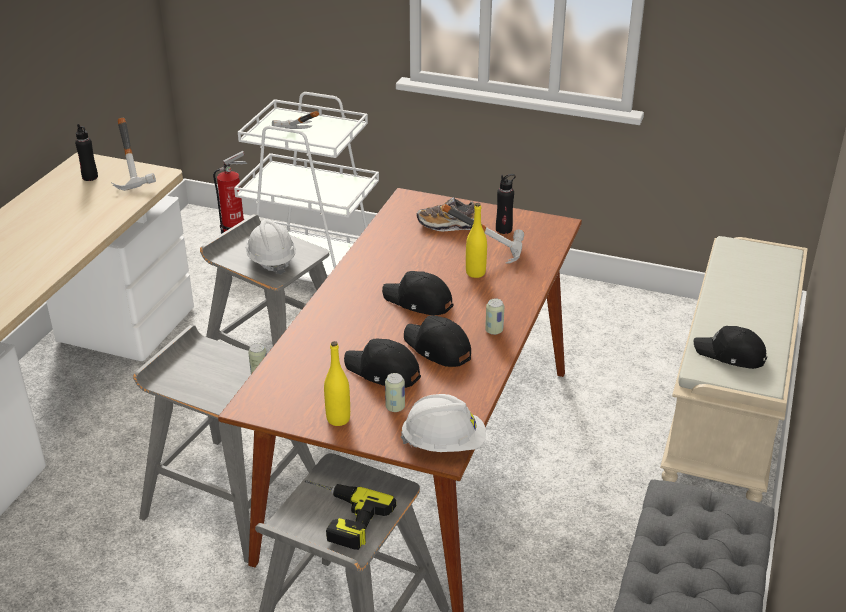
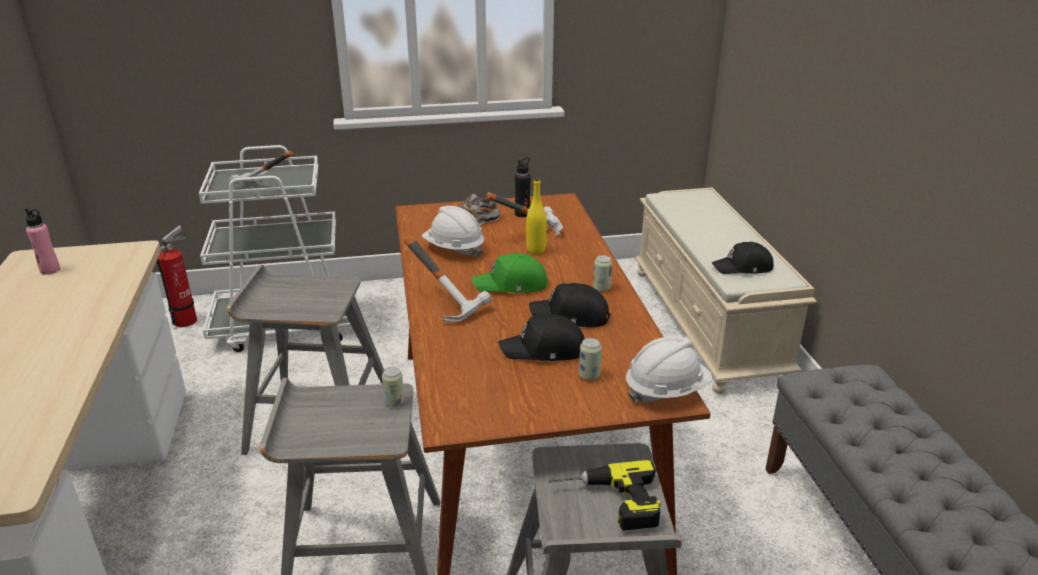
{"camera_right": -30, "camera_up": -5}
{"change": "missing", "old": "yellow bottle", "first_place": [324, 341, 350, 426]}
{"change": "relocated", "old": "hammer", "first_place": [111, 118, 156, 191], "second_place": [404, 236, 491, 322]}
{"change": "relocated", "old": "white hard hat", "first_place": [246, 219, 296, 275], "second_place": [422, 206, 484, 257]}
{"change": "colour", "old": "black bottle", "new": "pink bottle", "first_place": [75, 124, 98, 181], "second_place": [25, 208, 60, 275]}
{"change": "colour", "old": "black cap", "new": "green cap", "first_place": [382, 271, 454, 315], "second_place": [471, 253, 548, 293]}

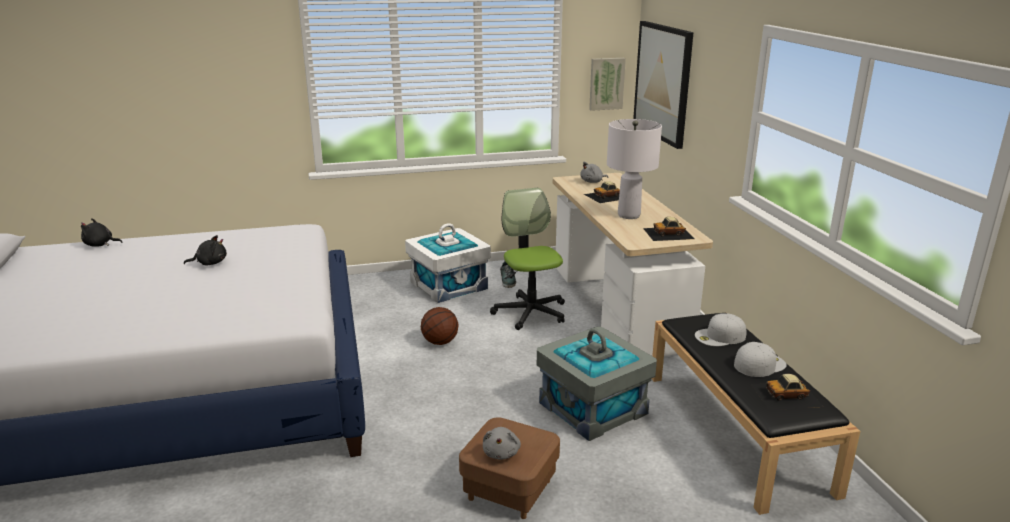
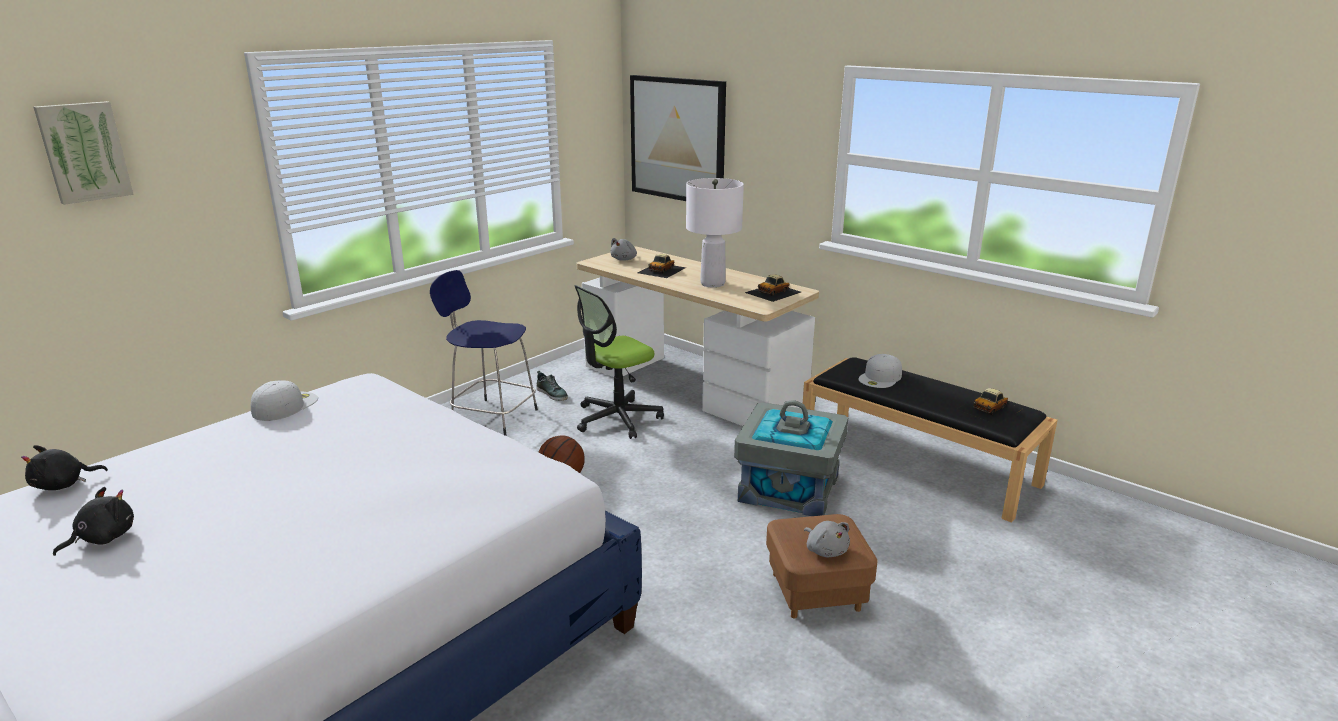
{"camera_right": -35, "camera_up": 0}
{"change": "relocated", "old": "black plush toy", "first_place": [184, 235, 227, 266], "second_place": [53, 487, 134, 556]}
{"change": "relocated", "old": "picture", "first_place": [589, 58, 626, 111], "second_place": [33, 101, 134, 205]}
{"change": "relocated", "old": "white cap", "first_place": [734, 342, 787, 377], "second_place": [251, 380, 318, 421]}
{"change": "exchanged", "old": "white storage box", "new": "blue stool", "first_place": [405, 223, 491, 303], "second_place": [430, 270, 538, 436]}
{"change": "spun", "old": "office chair", "first_place": [490, 188, 565, 330], "second_place": [574, 285, 664, 439], "degrees": -75}

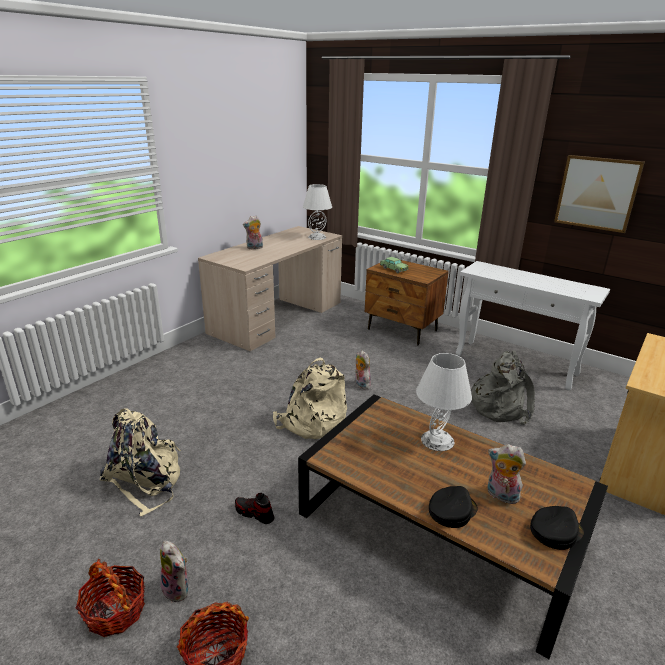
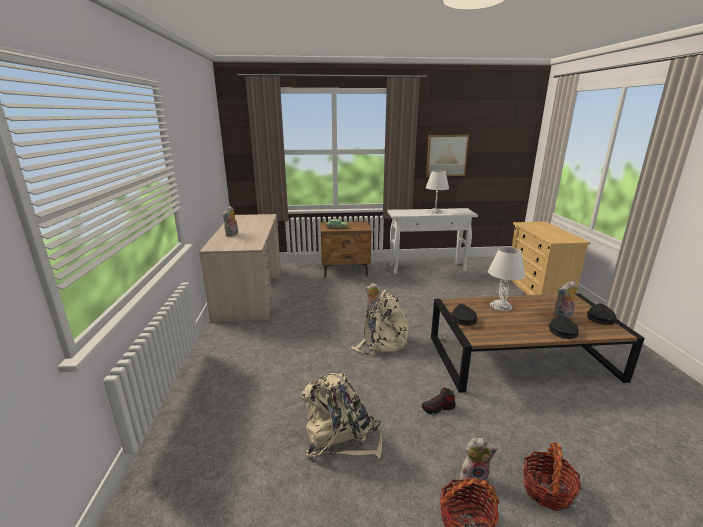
{"camera_right": -40, "camera_up": -5}
{"change": "missing", "old": "grey backpack", "first_place": [471, 350, 535, 425]}
{"change": "appeared", "new": "black cap", "second_place": [450, 304, 477, 326]}
{"change": "relocated", "old": "white table lamp", "first_place": [303, 184, 332, 240], "second_place": [426, 171, 449, 214]}

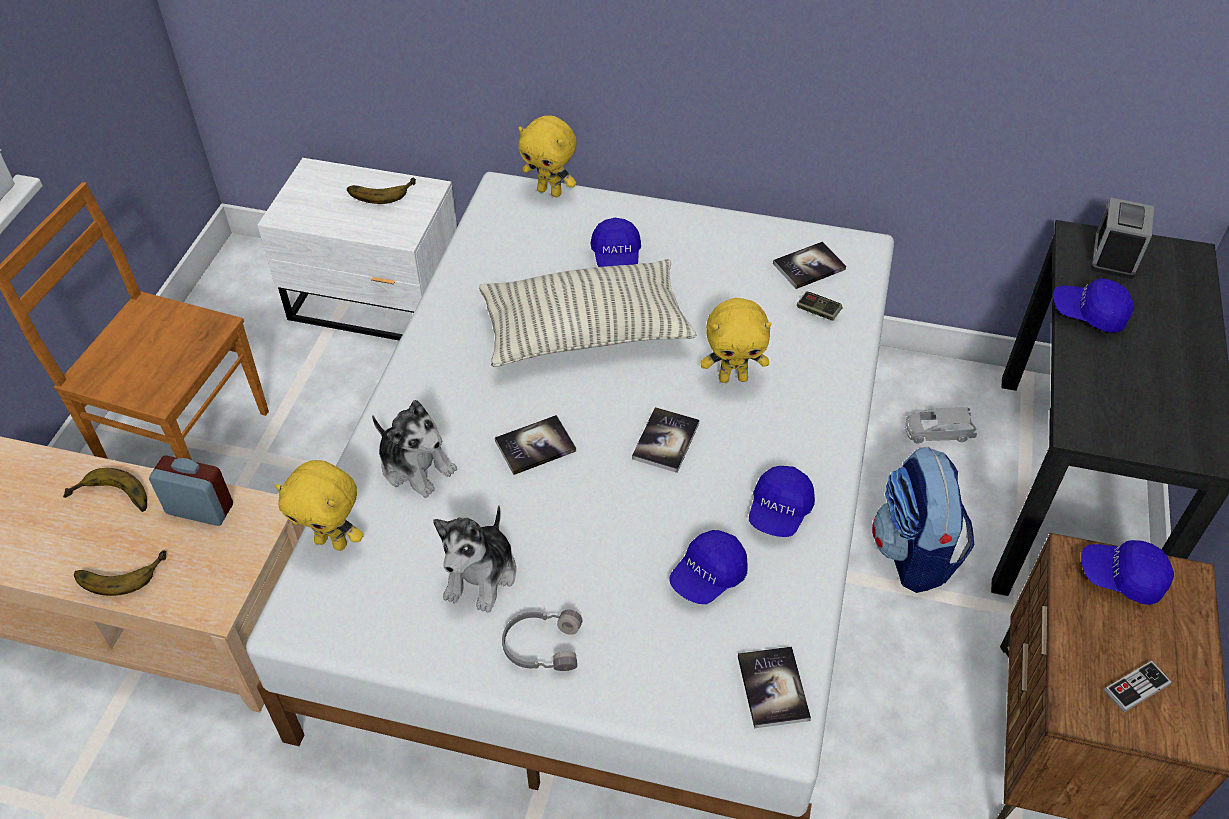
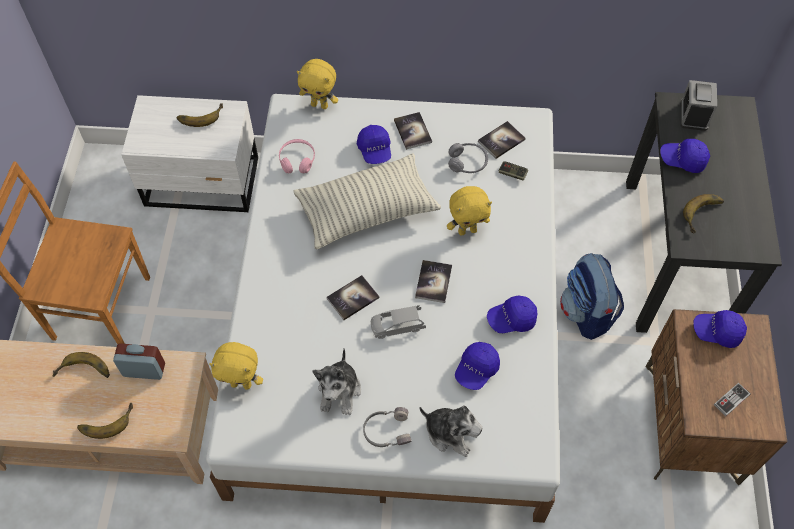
{"camera_right": -10, "camera_up": 10}
{"change": "appeared", "new": "pink headphones", "second_place": [279, 139, 315, 174]}
{"change": "appeared", "new": "grey headphones", "second_place": [448, 143, 488, 173]}
{"change": "appeared", "new": "banana", "second_place": [683, 194, 724, 234]}
{"change": "relocated", "old": "plush toy", "first_place": [372, 400, 457, 498], "second_place": [419, 405, 482, 457]}
{"change": "relocated", "old": "book", "first_place": [738, 647, 811, 728], "second_place": [394, 112, 432, 150]}
{"change": "relocated", "old": "grey toy car", "first_place": [905, 408, 977, 443], "second_place": [371, 305, 426, 339]}
{"change": "spun", "old": "blue cap", "first_place": [749, 466, 815, 537], "second_place": [487, 296, 538, 333], "degrees": 60}

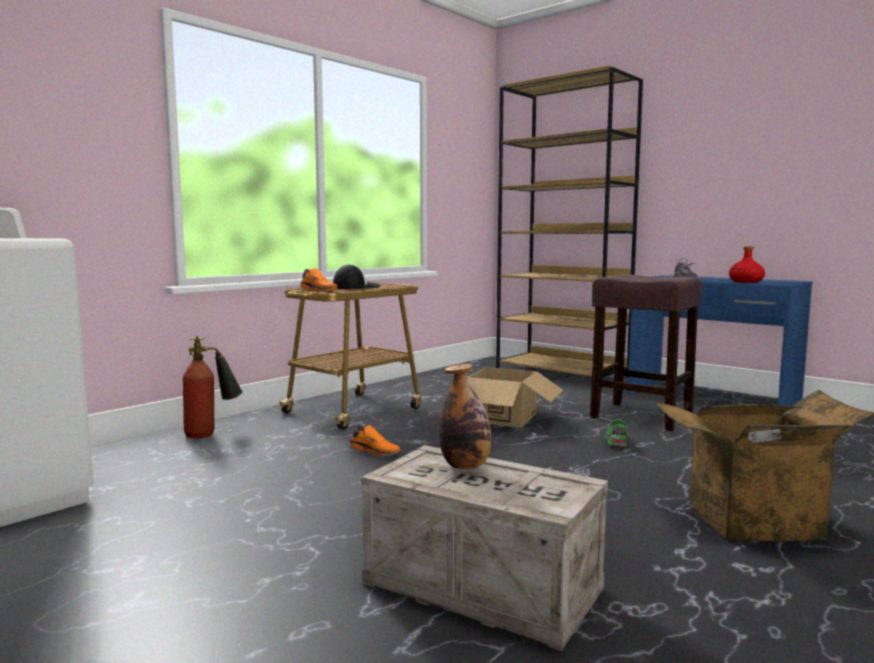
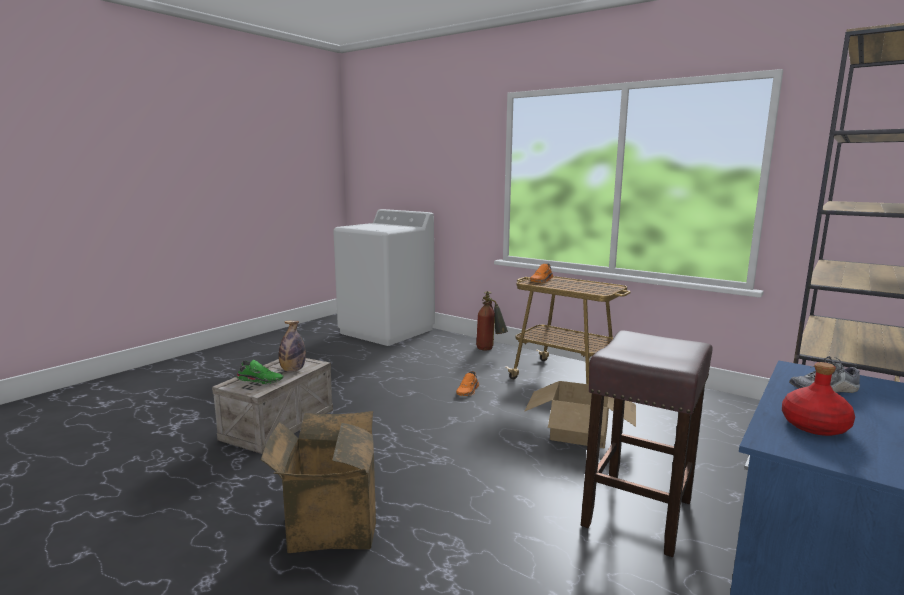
{"camera_right": 85, "camera_up": 5}
{"change": "missing", "old": "cap", "first_place": [333, 264, 381, 289]}
{"change": "relocated", "old": "green shoe", "first_place": [605, 419, 628, 446], "second_place": [237, 360, 284, 384]}

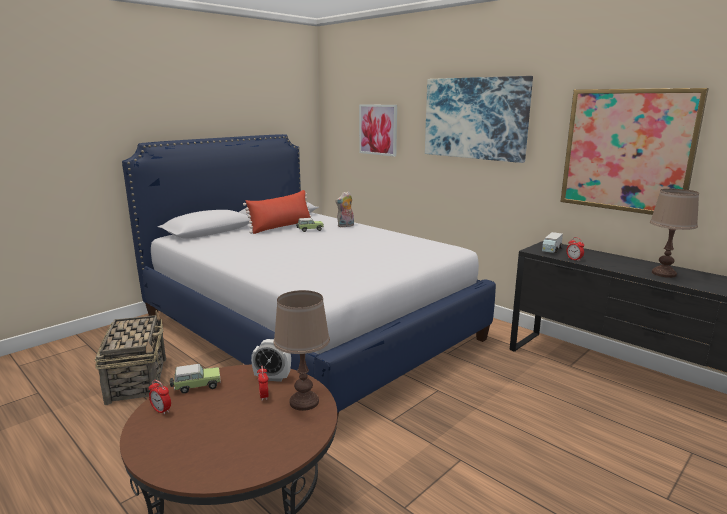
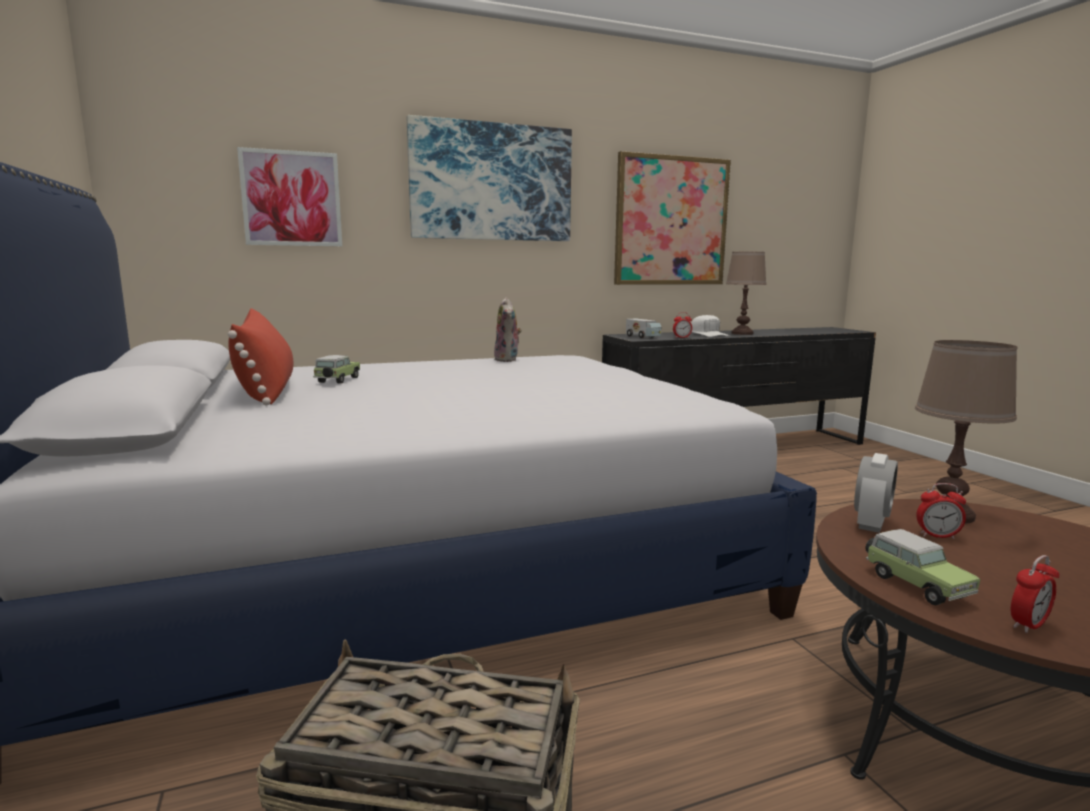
{"camera_right": -65, "camera_up": -5}
{"change": "appeared", "new": "white cap", "second_place": [691, 315, 729, 337]}
{"change": "relocated", "old": "plush toy", "first_place": [335, 191, 354, 227], "second_place": [494, 297, 522, 362]}
{"change": "spun", "old": "toy car", "first_place": [170, 364, 221, 394], "second_place": [865, 529, 980, 605], "degrees": 150}

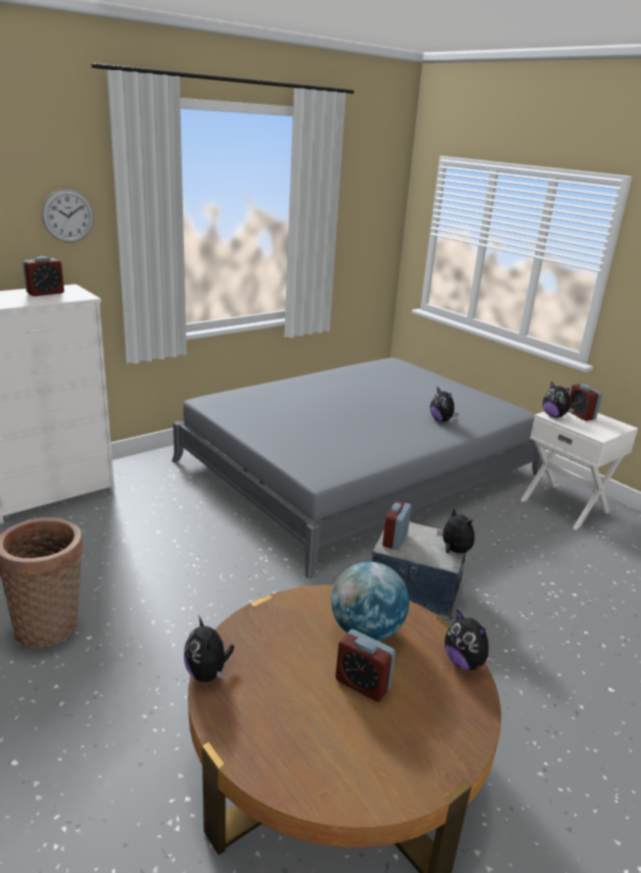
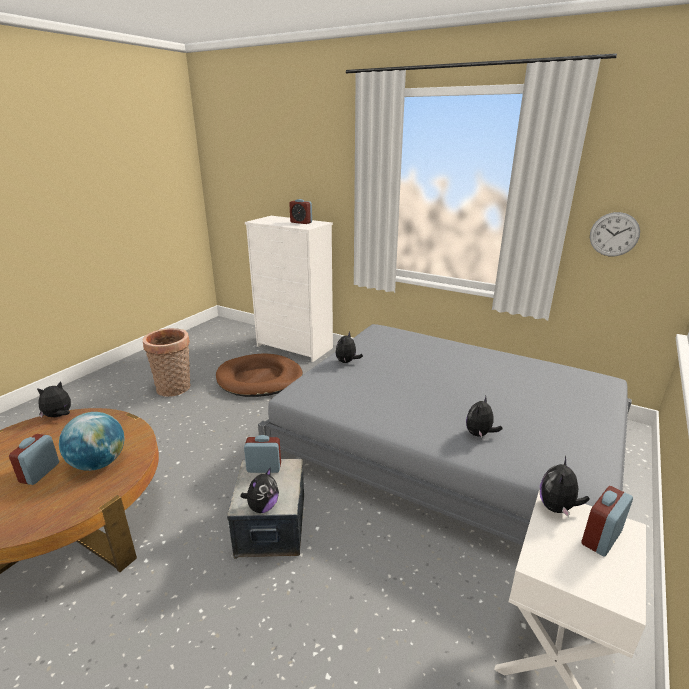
{"camera_right": 70, "camera_up": 0}
{"change": "appeared", "new": "brown dog bed", "second_place": [216, 353, 303, 397]}
{"change": "relocated", "old": "wall clock", "first_place": [42, 189, 94, 243], "second_place": [590, 212, 640, 256]}
{"change": "relocated", "old": "plush toy", "first_place": [445, 609, 497, 670], "second_place": [336, 331, 363, 363]}

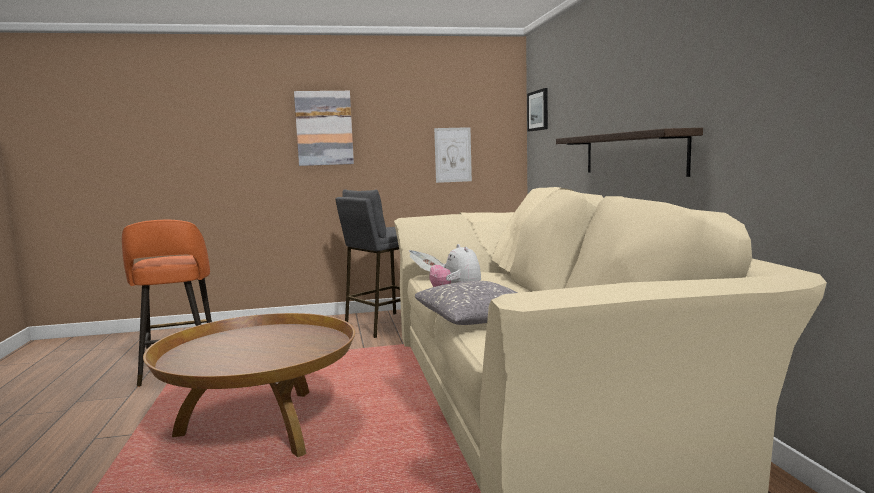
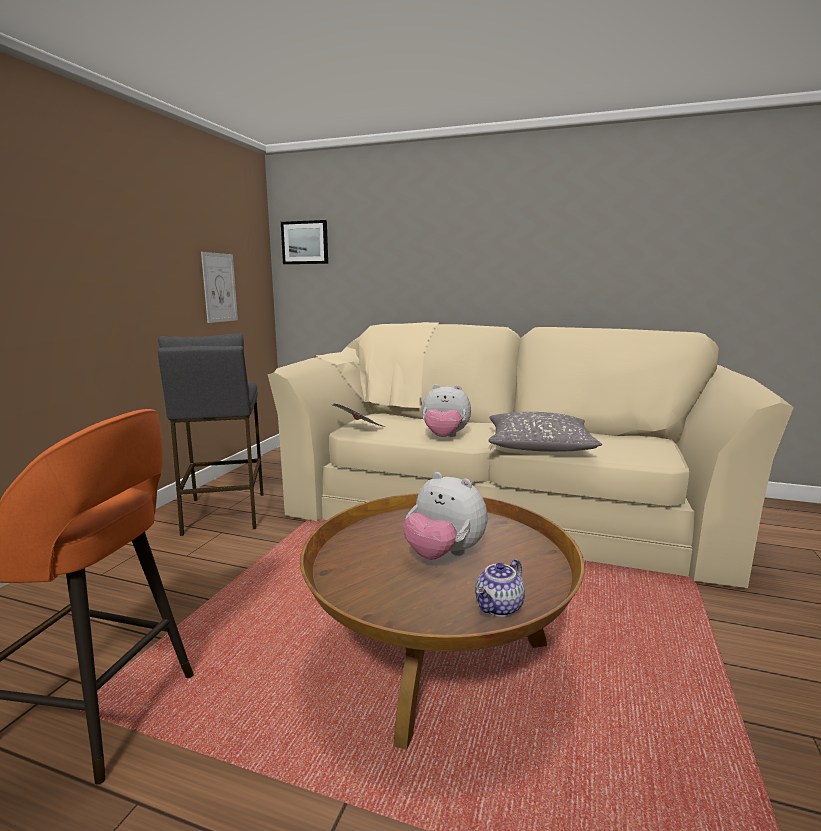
{"camera_right": -60, "camera_up": 5}
{"change": "missing", "old": "picture", "first_place": [294, 91, 354, 166]}
{"change": "missing", "old": "shelf", "first_place": [556, 128, 703, 177]}
{"change": "appeared", "new": "plush toy", "second_place": [403, 472, 487, 560]}
{"change": "appeared", "new": "teapot", "second_place": [475, 559, 525, 617]}

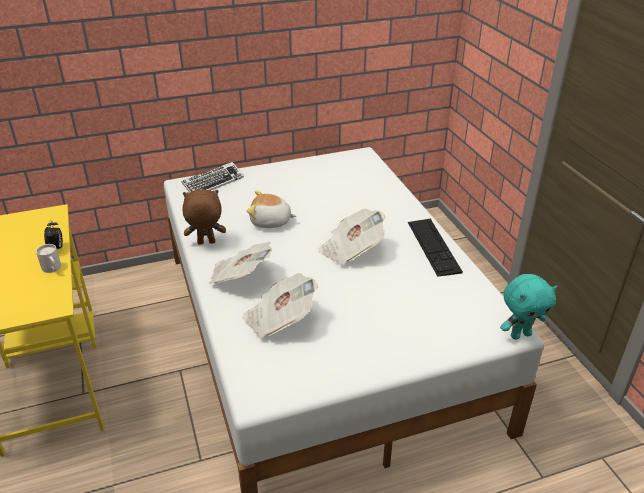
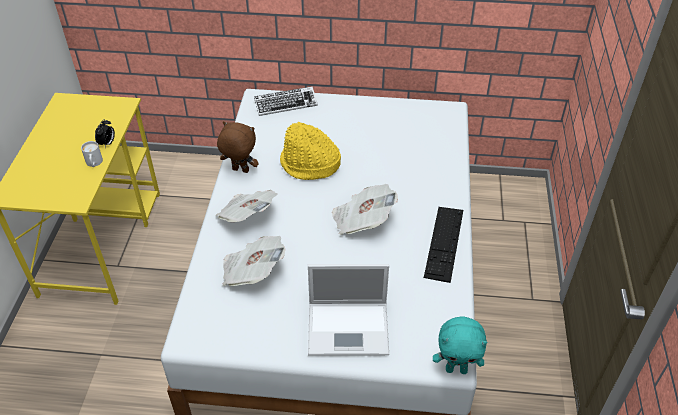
{"camera_right": 25, "camera_up": 10}
{"change": "appeared", "new": "laptop", "second_place": [308, 264, 389, 356]}
{"change": "exchanged", "old": "plush toy", "new": "yellow hat", "first_place": [247, 190, 296, 228], "second_place": [280, 122, 341, 180]}

